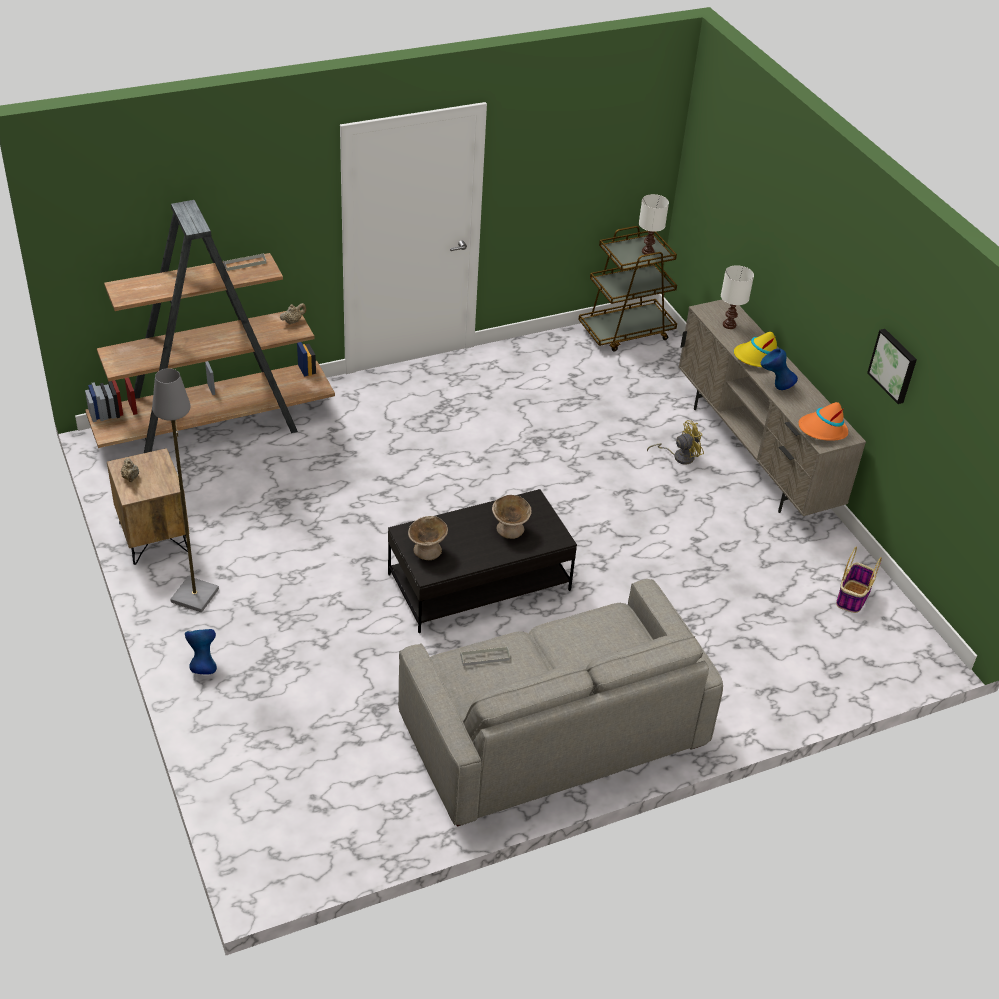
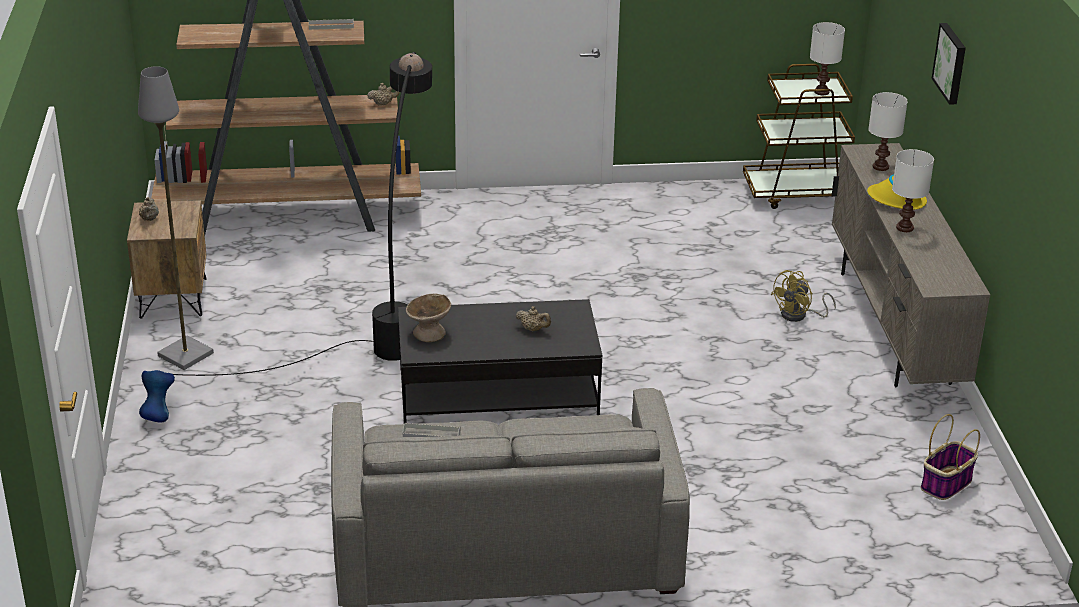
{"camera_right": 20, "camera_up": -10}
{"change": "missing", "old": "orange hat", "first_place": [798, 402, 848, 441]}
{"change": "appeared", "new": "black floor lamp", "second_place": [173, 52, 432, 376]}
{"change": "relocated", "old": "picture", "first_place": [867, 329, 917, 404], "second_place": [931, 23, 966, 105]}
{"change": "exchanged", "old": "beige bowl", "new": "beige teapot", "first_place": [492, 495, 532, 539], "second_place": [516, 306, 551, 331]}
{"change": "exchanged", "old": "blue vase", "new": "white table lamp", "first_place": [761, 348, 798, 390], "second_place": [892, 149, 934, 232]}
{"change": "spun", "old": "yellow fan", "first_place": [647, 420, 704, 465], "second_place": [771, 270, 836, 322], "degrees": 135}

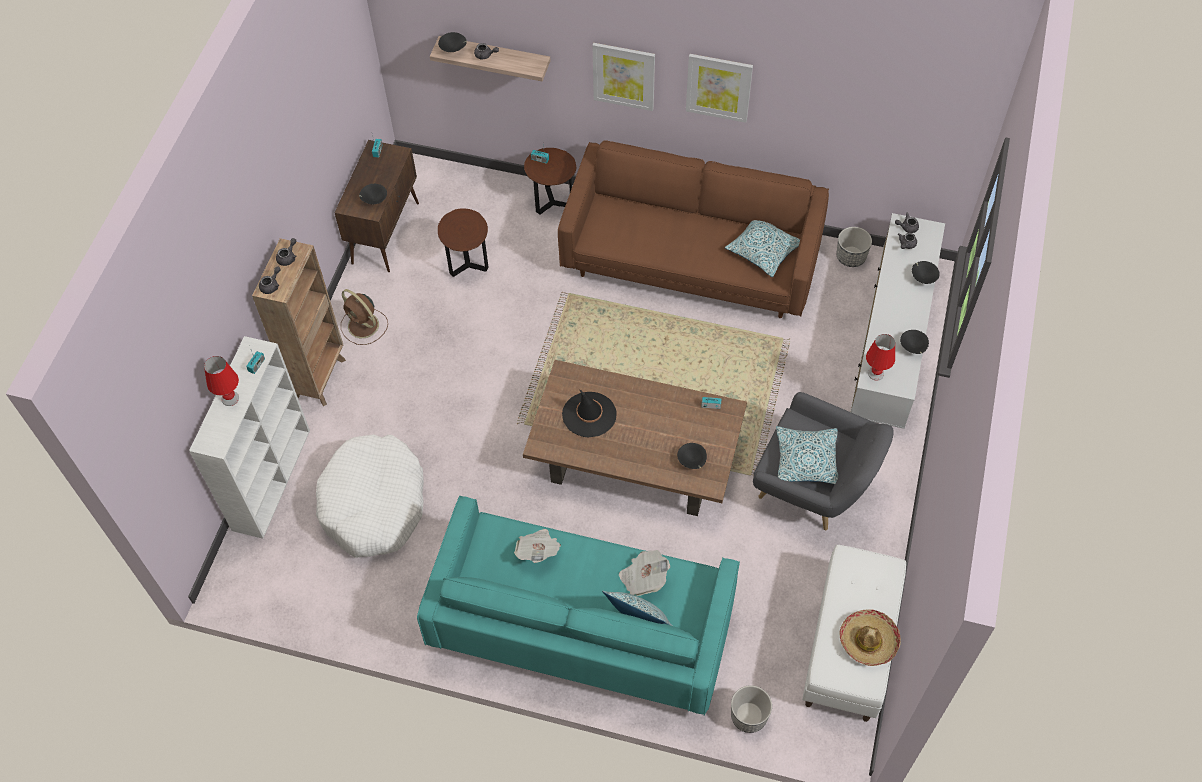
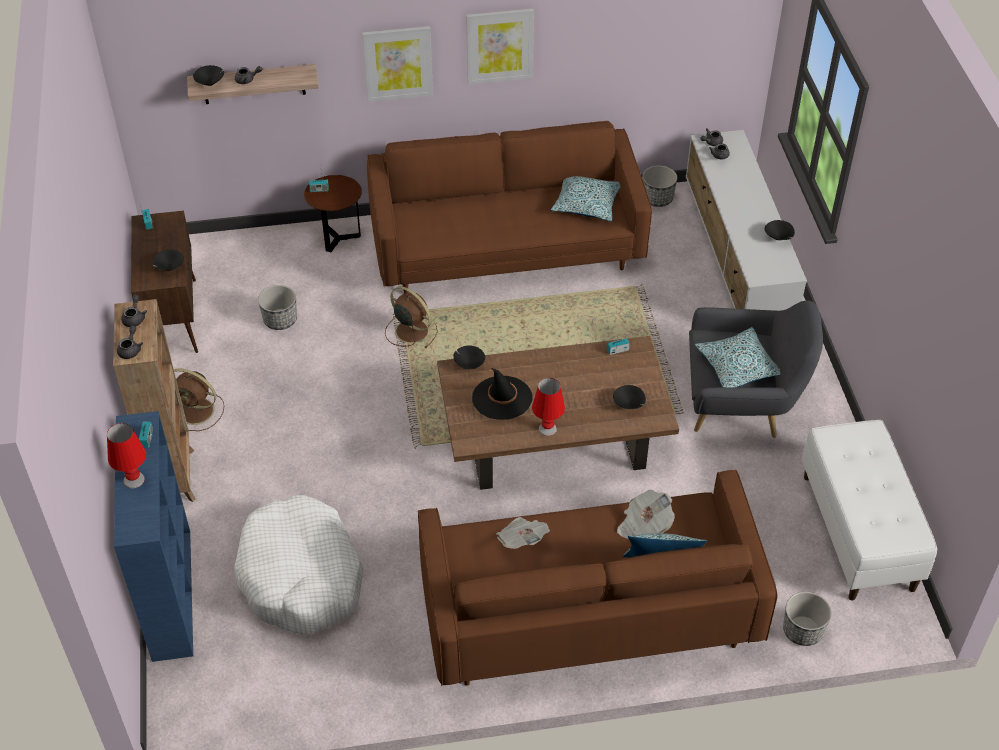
{"camera_right": -25, "camera_up": -10}
{"change": "missing", "old": "hat", "first_place": [839, 609, 901, 666]}
{"change": "appeared", "new": "brown fan", "second_place": [385, 286, 438, 349]}
{"change": "relocated", "old": "red table lamp", "first_place": [866, 334, 895, 381], "second_place": [532, 378, 565, 436]}
{"change": "relocated", "old": "black bowl", "first_place": [912, 261, 940, 284], "second_place": [453, 345, 485, 369]}
{"change": "exchanged", "old": "brown side table", "new": "planter", "first_place": [438, 208, 488, 277], "second_place": [258, 285, 297, 330]}
{"change": "colour", "old": "white bookcase", "new": "blue bookcase", "first_place": [189, 336, 310, 539], "second_place": [114, 411, 193, 662]}
{"change": "colour", "old": "turquoise sofa", "new": "brown sofa", "first_place": [417, 496, 740, 716], "second_place": [418, 470, 778, 686]}

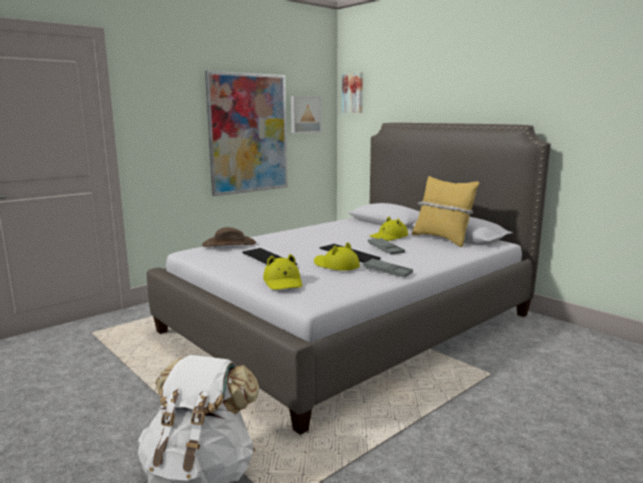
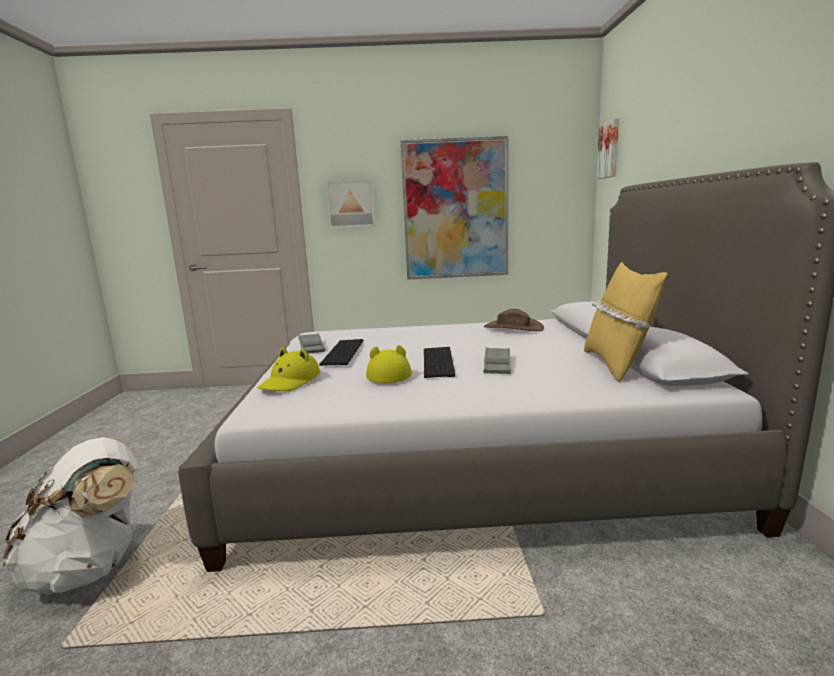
{"camera_right": 40, "camera_up": 0}
{"change": "missing", "old": "yellow hat", "first_place": [369, 216, 408, 241]}
{"change": "relocated", "old": "brown hat", "first_place": [202, 227, 256, 247], "second_place": [484, 309, 544, 331]}
{"change": "relocated", "old": "picture", "first_place": [291, 96, 321, 133], "second_place": [326, 179, 375, 228]}
{"change": "relocated", "old": "grey tray", "first_place": [363, 258, 413, 277], "second_place": [298, 333, 325, 353]}

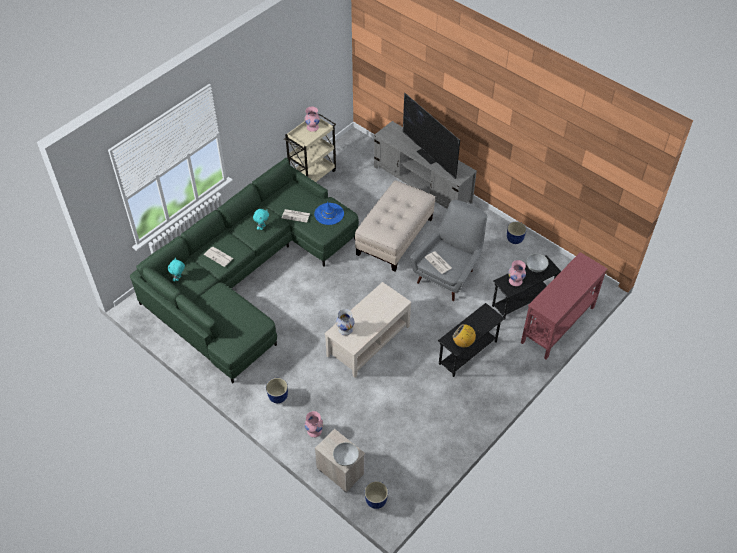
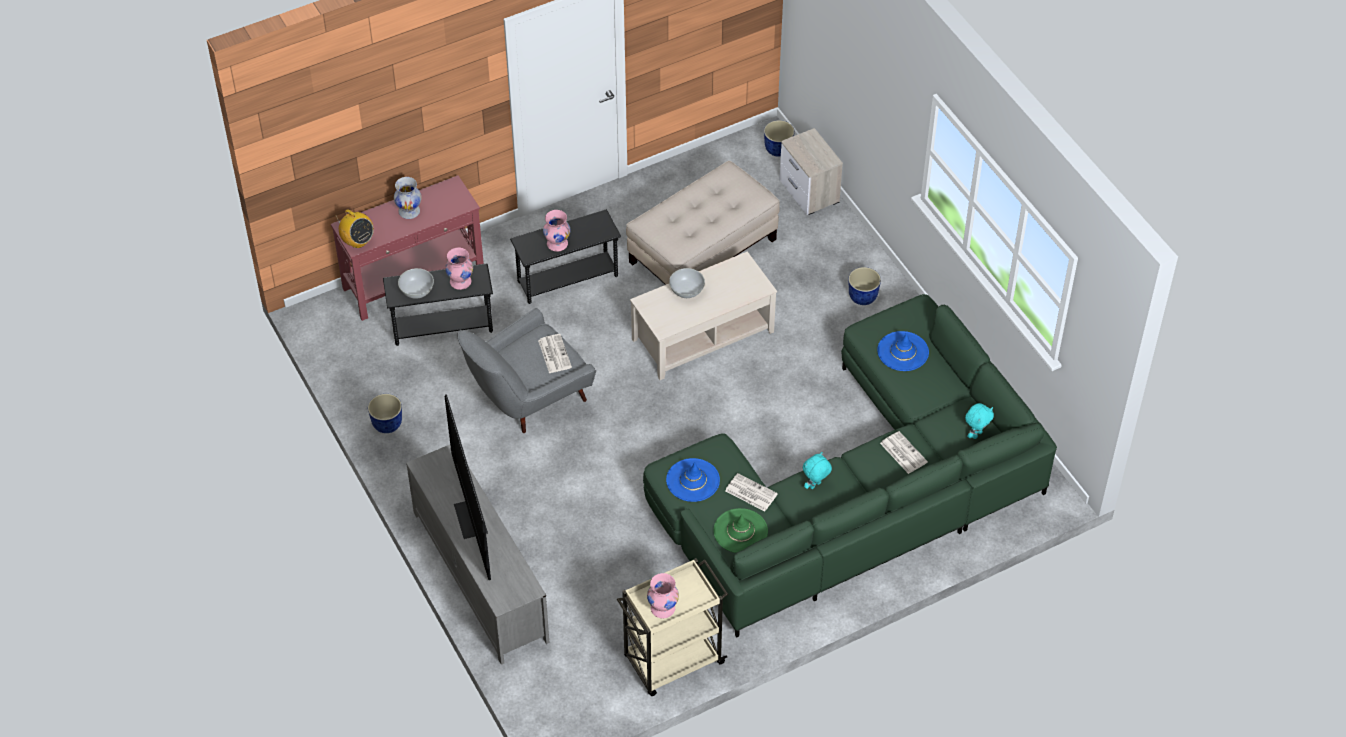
{"camera_right": -160, "camera_up": 0}
{"change": "appeared", "new": "green hat", "second_place": [713, 508, 768, 553]}
{"change": "appeared", "new": "blue hat", "second_place": [877, 331, 929, 371]}
{"change": "relocated", "old": "pink vase", "first_place": [305, 411, 323, 437], "second_place": [543, 210, 570, 252]}
{"change": "relocated", "old": "white bowl", "first_place": [333, 442, 359, 466], "second_place": [669, 268, 705, 298]}
{"change": "relocated", "old": "white vase", "first_place": [336, 309, 354, 336], "second_place": [394, 177, 422, 219]}
{"change": "relocated", "old": "beige ottoman", "first_place": [355, 180, 435, 272], "second_place": [626, 161, 780, 285]}
{"change": "relocated", "old": "radio", "first_place": [453, 324, 479, 348], "second_place": [336, 210, 374, 248]}

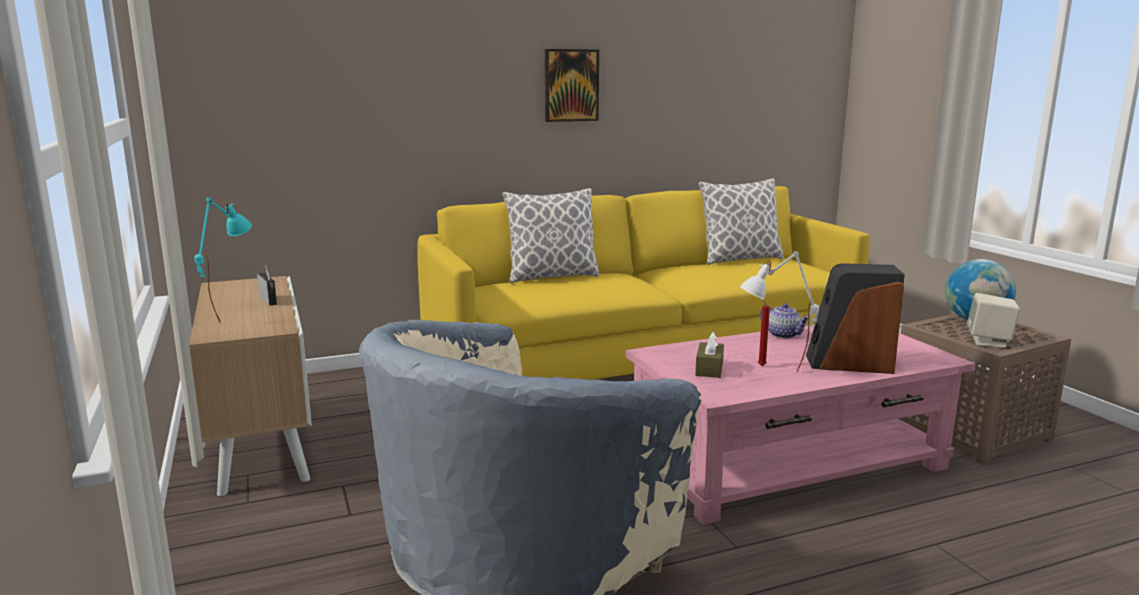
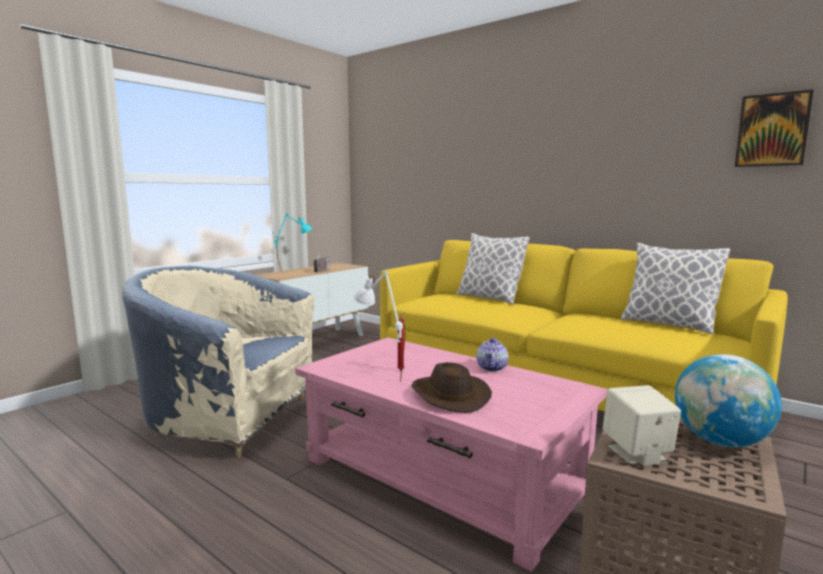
{"camera_right": 60, "camera_up": -5}
{"change": "missing", "old": "brown tissue box", "first_place": [695, 332, 724, 378]}
{"change": "relocated", "old": "picture", "first_place": [545, 49, 599, 122], "second_place": [735, 89, 814, 167]}
{"change": "exchanged", "old": "speaker", "new": "brown hat", "first_place": [806, 263, 905, 374], "second_place": [412, 362, 492, 413]}

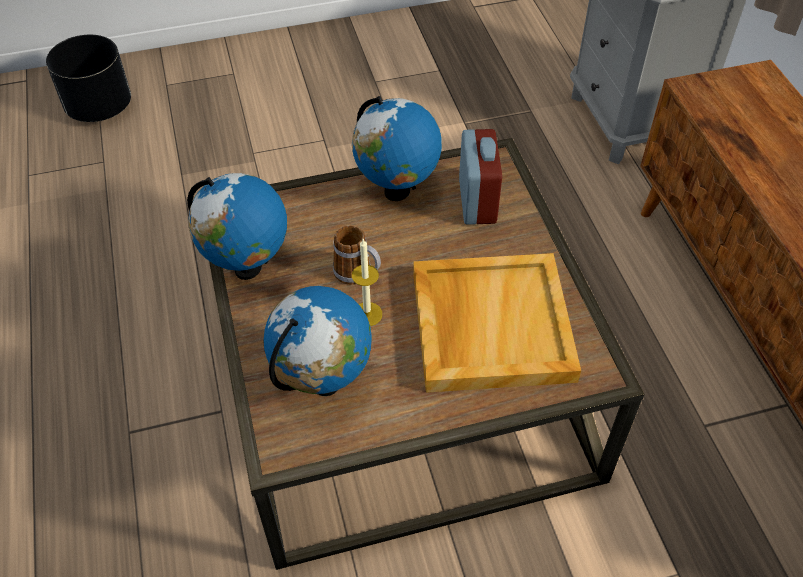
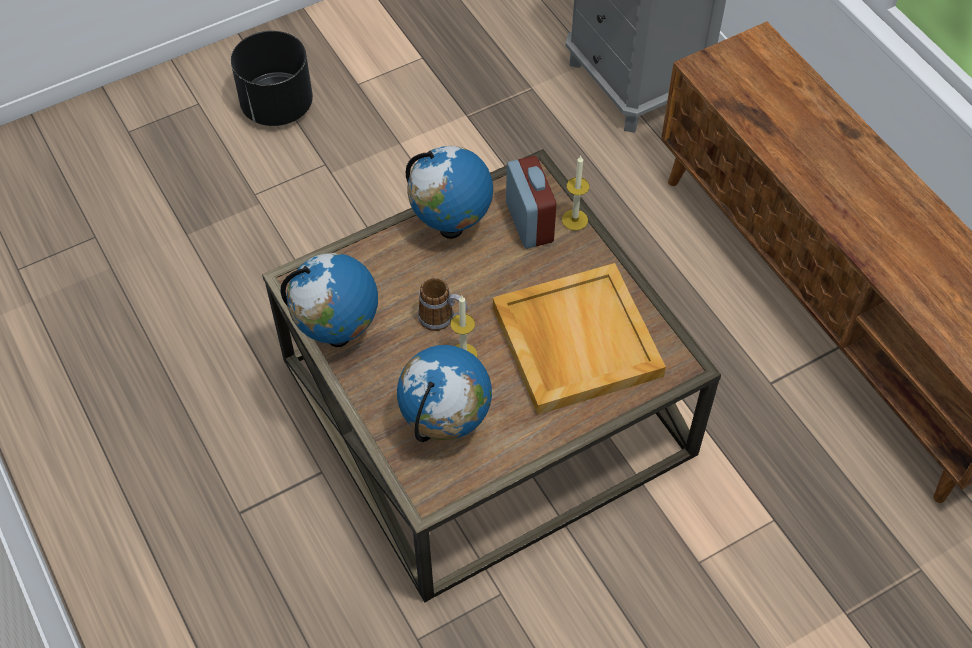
{"camera_right": -15, "camera_up": 5}
{"change": "appeared", "new": "candle", "second_place": [562, 156, 590, 231]}
{"change": "relocated", "old": "black planter", "first_place": [46, 35, 131, 122], "second_place": [231, 31, 313, 126]}

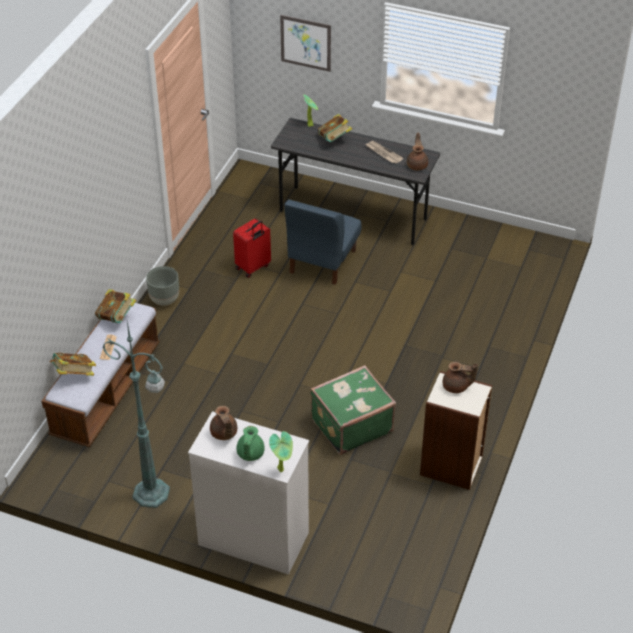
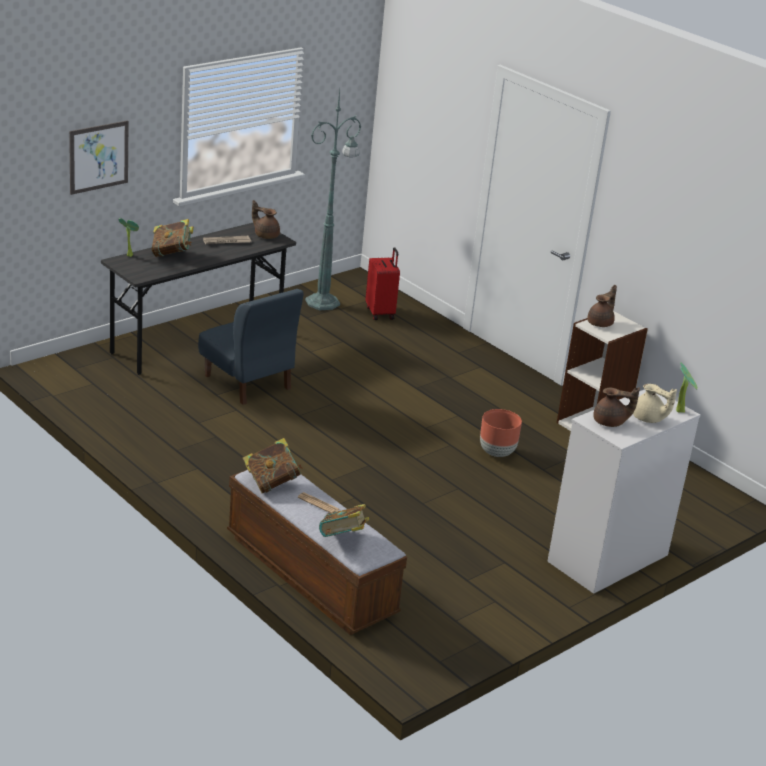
{"camera_right": -65, "camera_up": -15}
{"change": "missing", "old": "grey planter", "first_place": [146, 266, 179, 306]}
{"change": "relocated", "old": "green floor lamp", "first_place": [102, 321, 170, 508], "second_place": [305, 90, 361, 311]}
{"change": "relocated", "old": "red suitcase", "first_place": [233, 219, 271, 278], "second_place": [366, 247, 400, 320]}
{"change": "exchanged", "old": "green suitcase", "new": "brown planter", "first_place": [310, 365, 396, 455], "second_place": [480, 409, 522, 457]}
{"change": "colour", "old": "green teapot", "new": "beige teapot", "first_place": [236, 426, 265, 461], "second_place": [633, 384, 677, 423]}

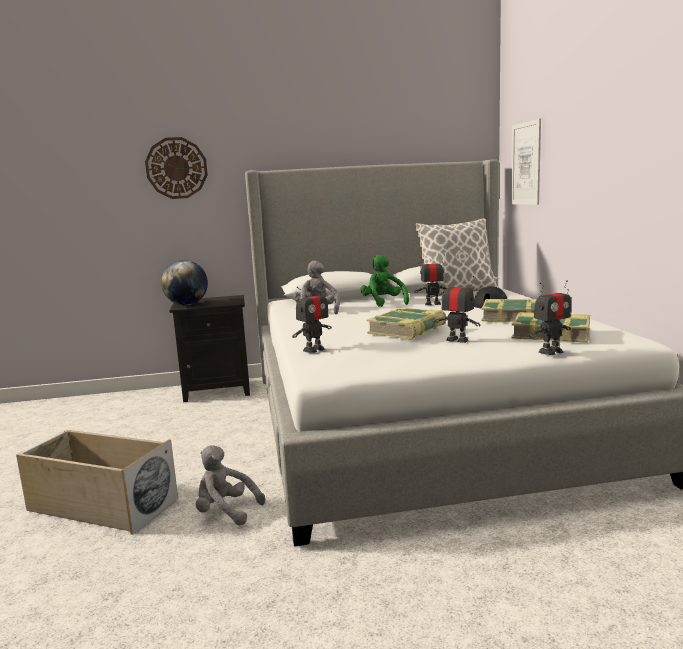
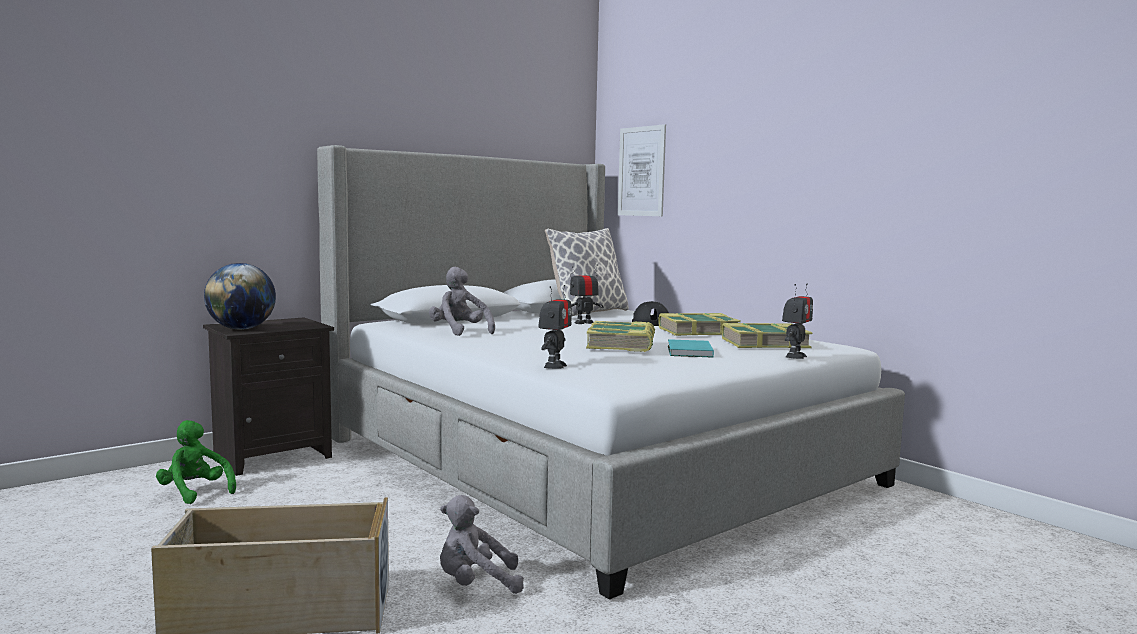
{"camera_right": -30, "camera_up": -5}
{"change": "missing", "old": "wall clock", "first_place": [145, 137, 208, 199]}
{"change": "relocated", "old": "green plush toy", "first_place": [360, 255, 409, 307], "second_place": [156, 420, 236, 504]}
{"change": "exchanged", "old": "toy robot", "new": "turquoise book", "first_place": [435, 276, 480, 343], "second_place": [668, 339, 714, 358]}

